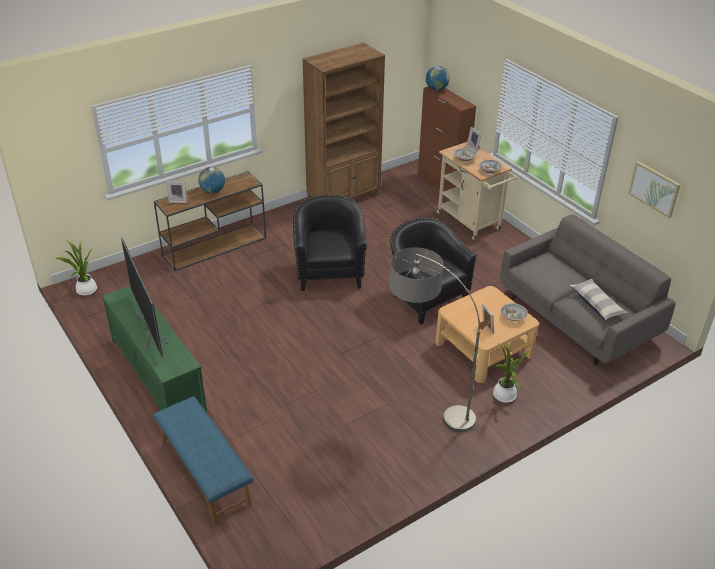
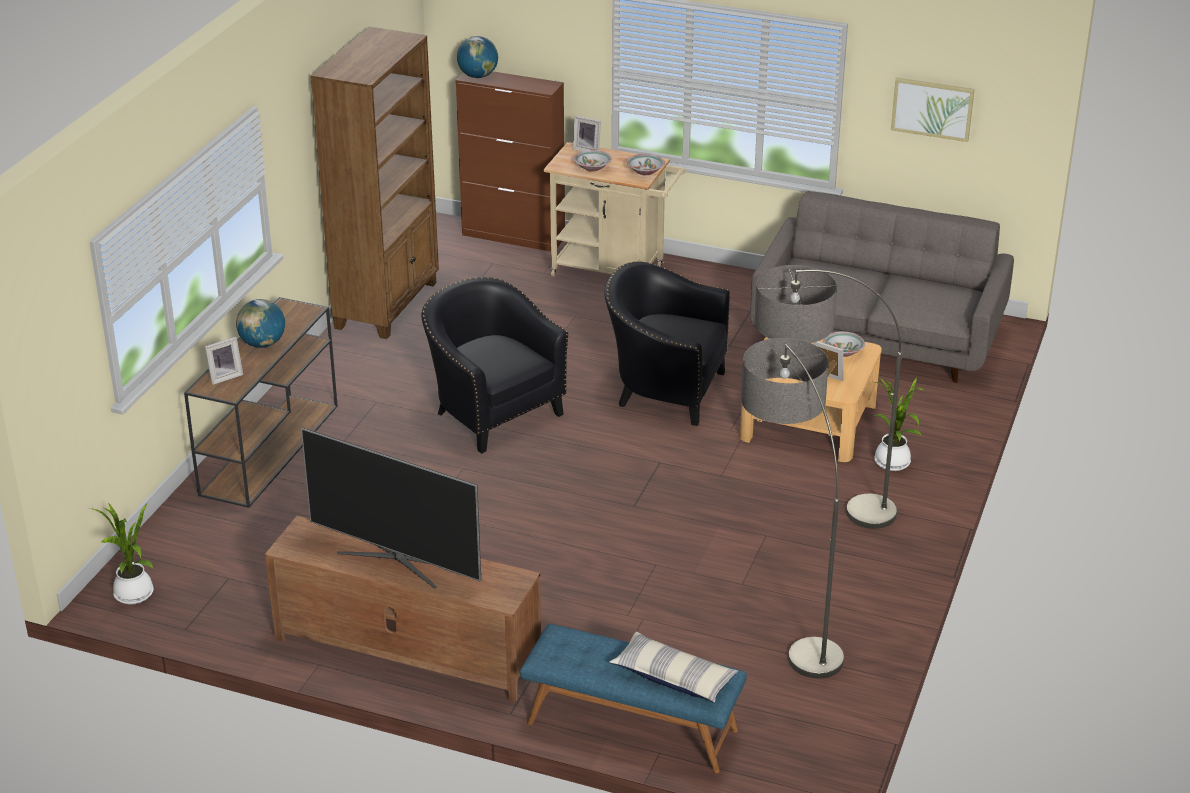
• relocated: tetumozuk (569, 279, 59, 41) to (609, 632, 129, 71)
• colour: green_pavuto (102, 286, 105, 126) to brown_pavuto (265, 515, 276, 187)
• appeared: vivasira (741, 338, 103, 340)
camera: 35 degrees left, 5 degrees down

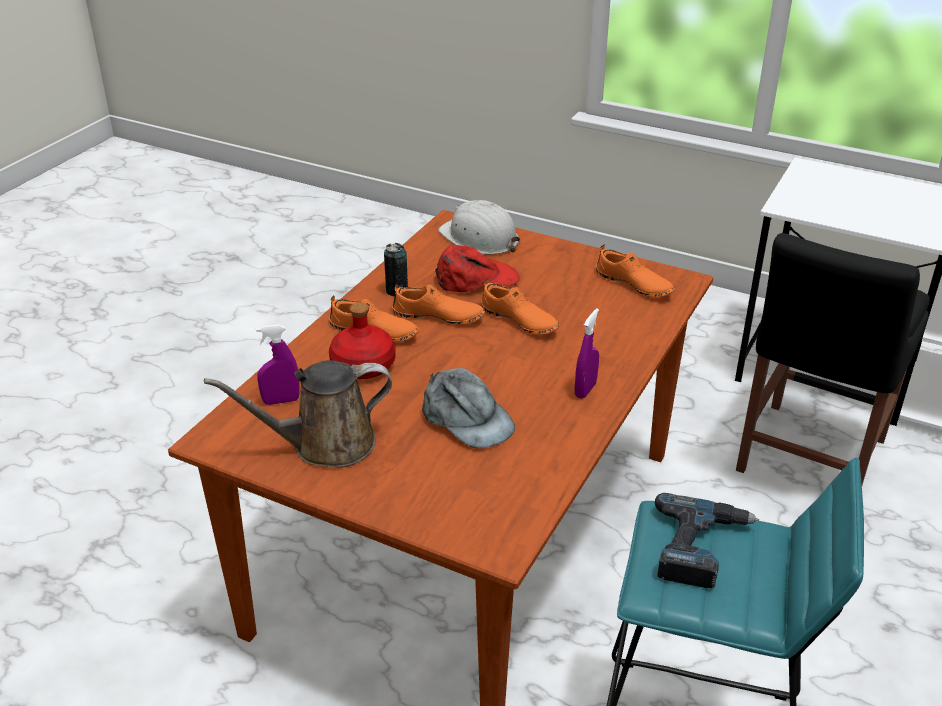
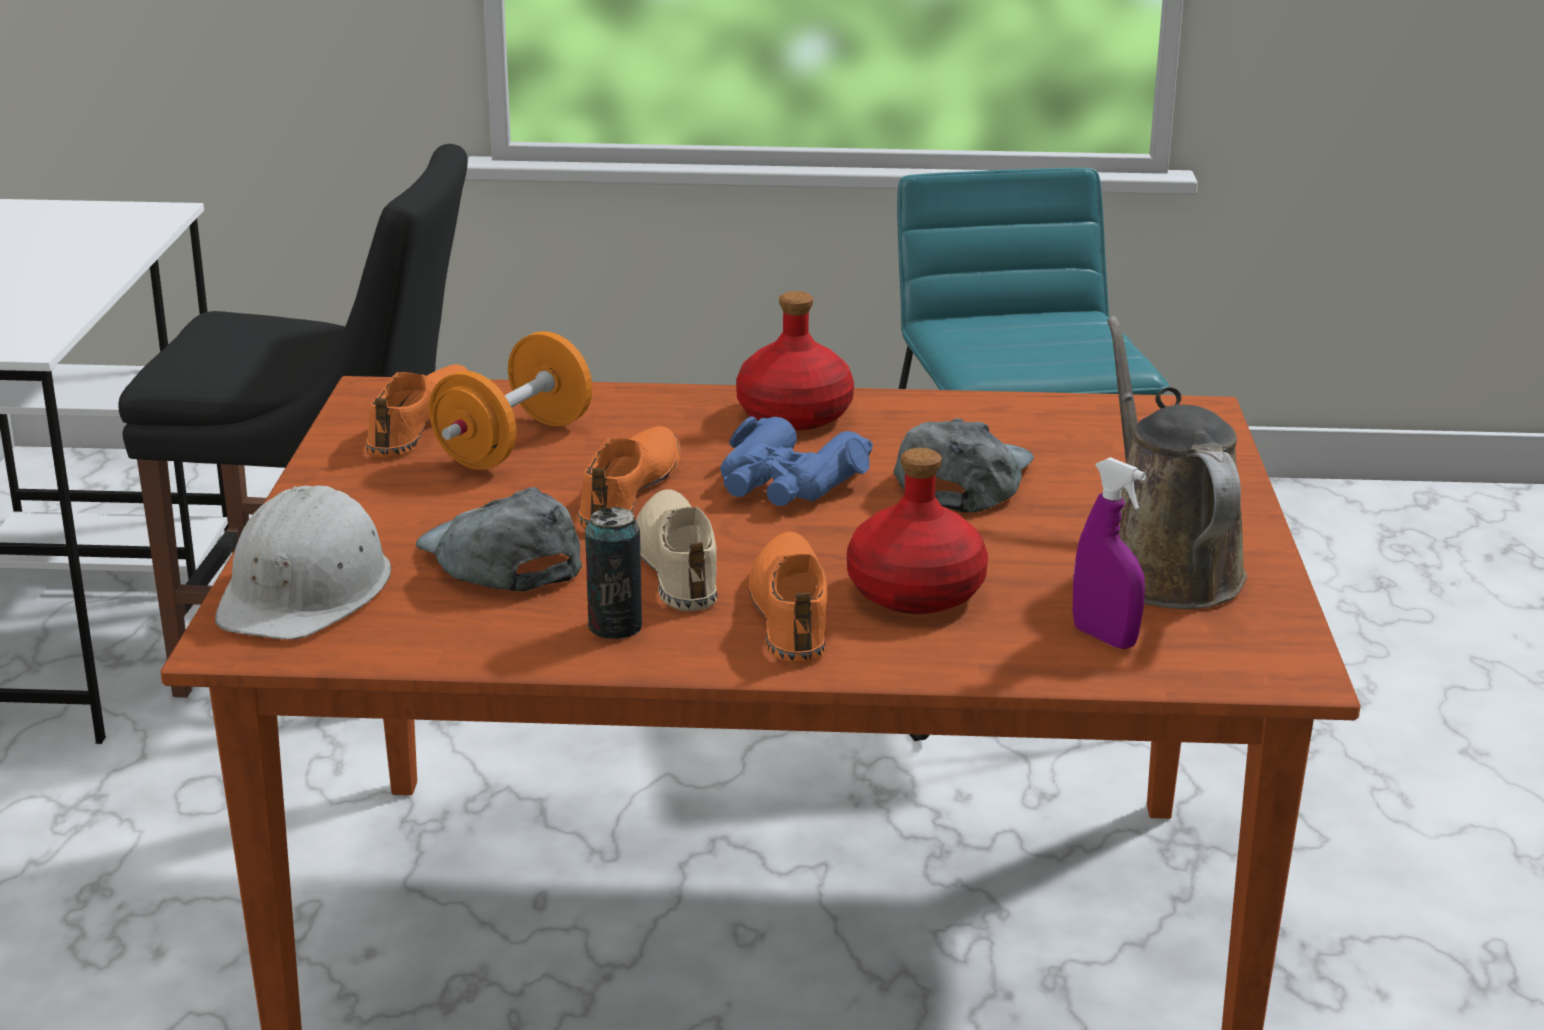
• colour: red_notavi (435, 245, 85, 47) to grey_notavi (416, 487, 166, 104)
• colour: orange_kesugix (392, 284, 93, 41) to beige_kesugix (636, 489, 81, 122)
• exchanged: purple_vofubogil (575, 308, 24, 91) to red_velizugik (736, 291, 118, 139)
• spun: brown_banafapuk (204, 360, 188, 108) = (1107, 316, 140, 293) 150 degrees counterclockwise
• missing: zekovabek (655, 493, 104, 95)
• appeared: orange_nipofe (429, 331, 164, 139)
• appeared: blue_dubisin (720, 416, 153, 90)
camera: 115 degrees left, 10 degrees down

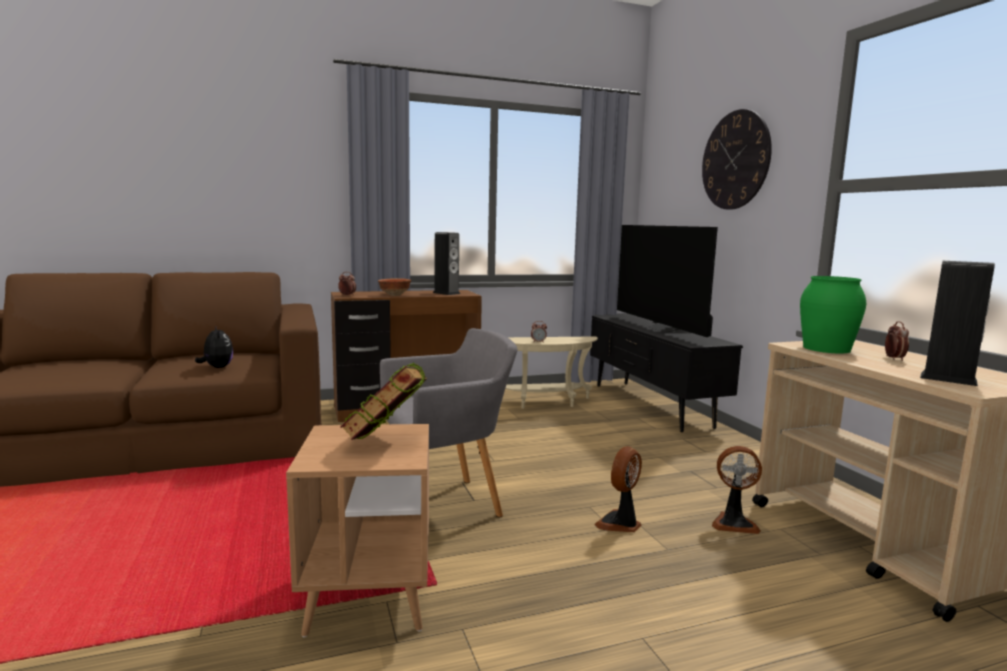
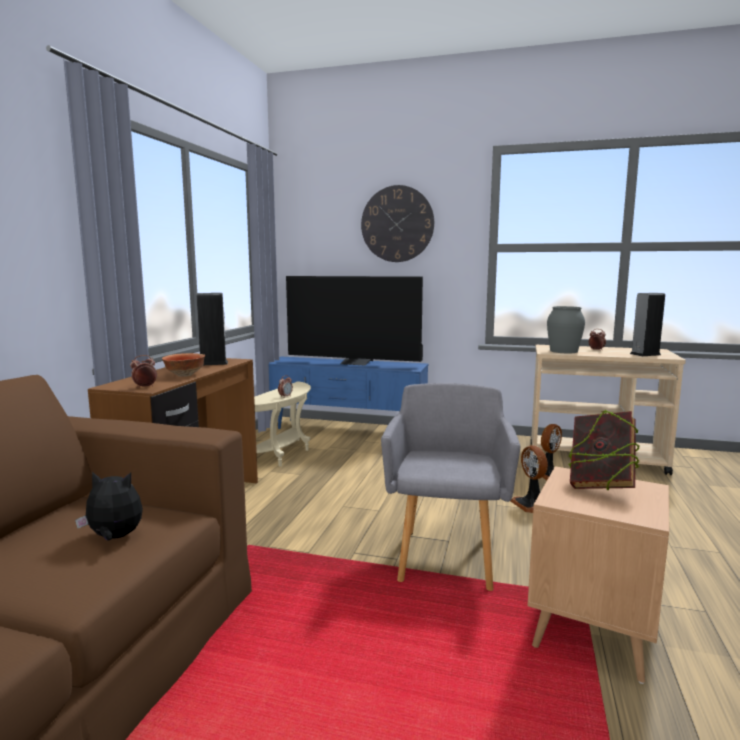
• colour: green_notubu (800, 276, 66, 78) to grey_notubu (547, 306, 38, 47)
• colour: black_pavuto (590, 313, 153, 119) to blue_pavuto (268, 357, 161, 72)
camera: 55 degrees left, 0 degrees up

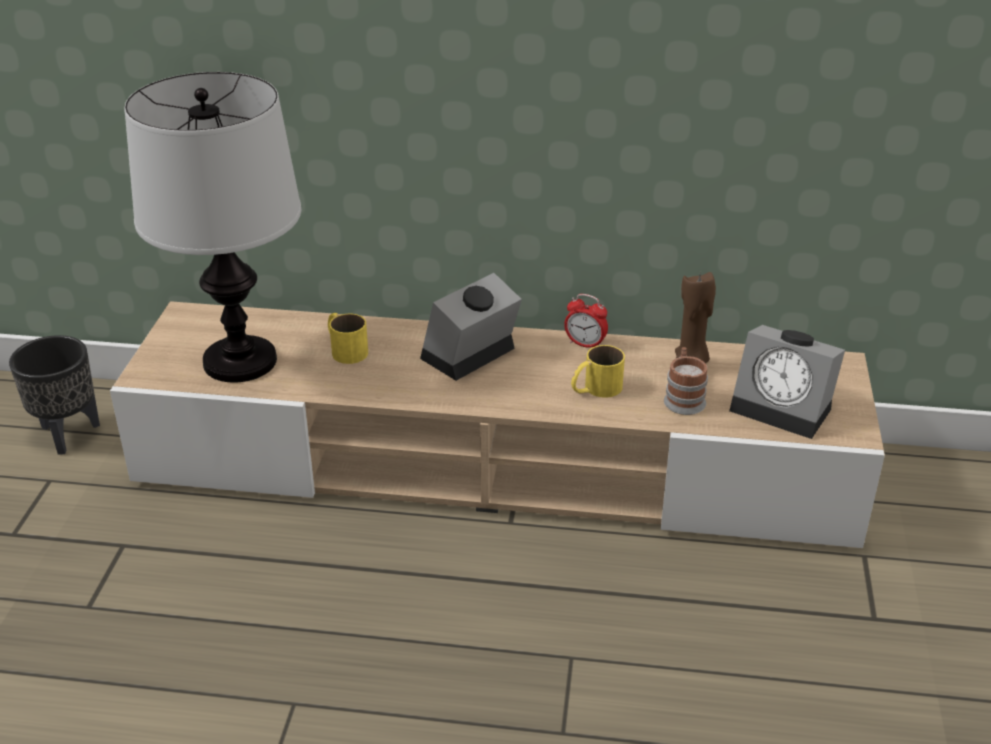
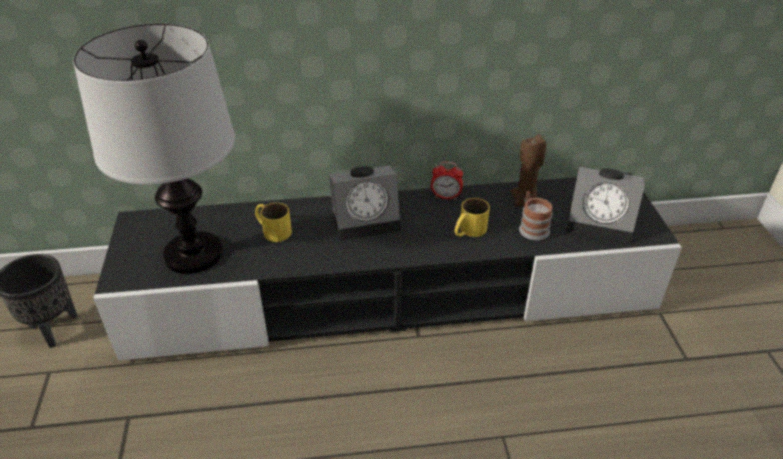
• spun: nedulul (420, 273, 102, 108) = (329, 166, 72, 75) 135 degrees counterclockwise
• colour: beige_pavuto (110, 301, 775, 247) to black_pavuto (93, 173, 589, 188)
camera: 15 degrees left, 5 degrees up

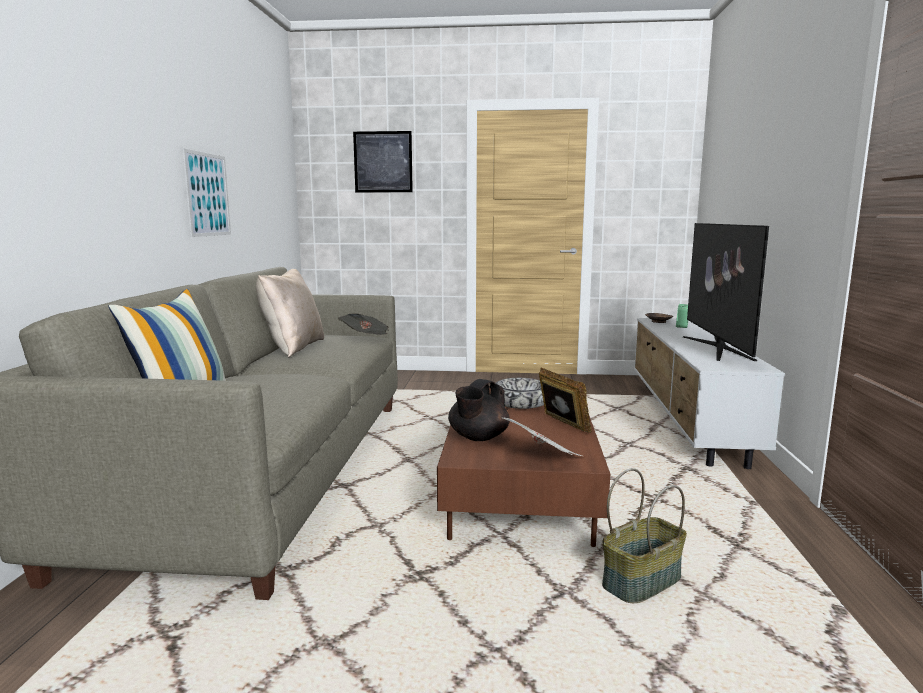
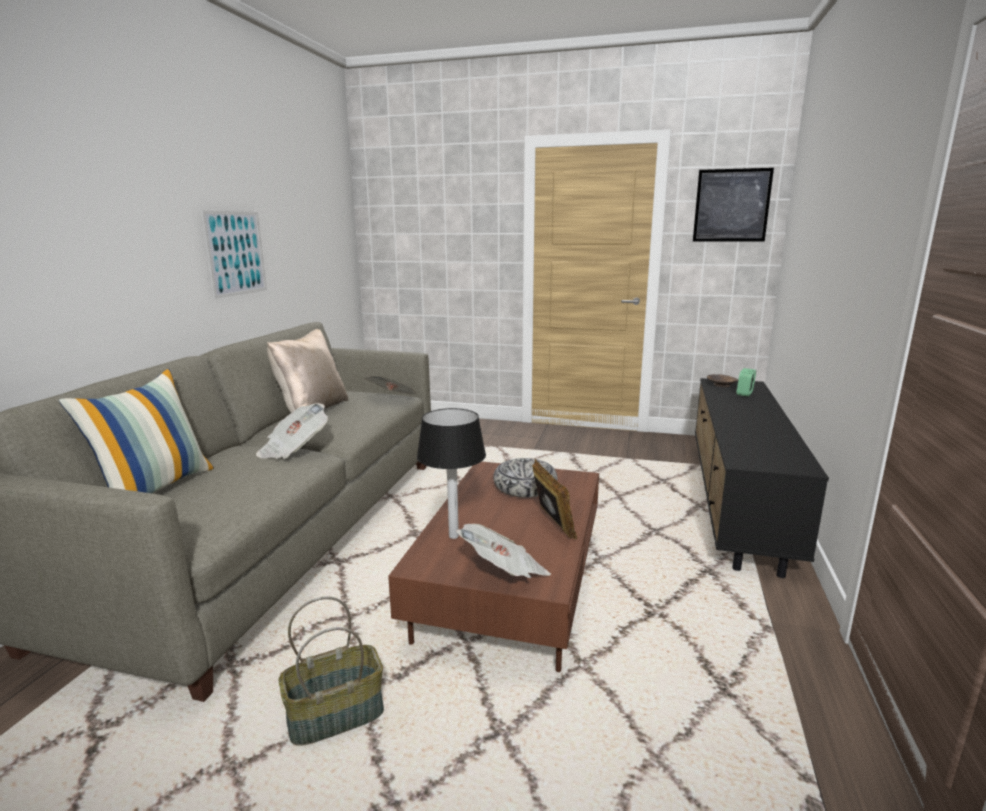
• relocated: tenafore (353, 131, 60, 61) to (693, 168, 81, 73)
• missing: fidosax (683, 223, 86, 138)
• colour: white_pavuto (634, 318, 151, 151) to black_pavuto (695, 378, 134, 200)
• exchanged: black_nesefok (448, 379, 62, 62) to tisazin (417, 408, 69, 131)
• relocated: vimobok (602, 468, 85, 135) to (278, 596, 106, 150)
• appeared: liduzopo (256, 403, 72, 56)
camera: 10 degrees right, 5 degrees up

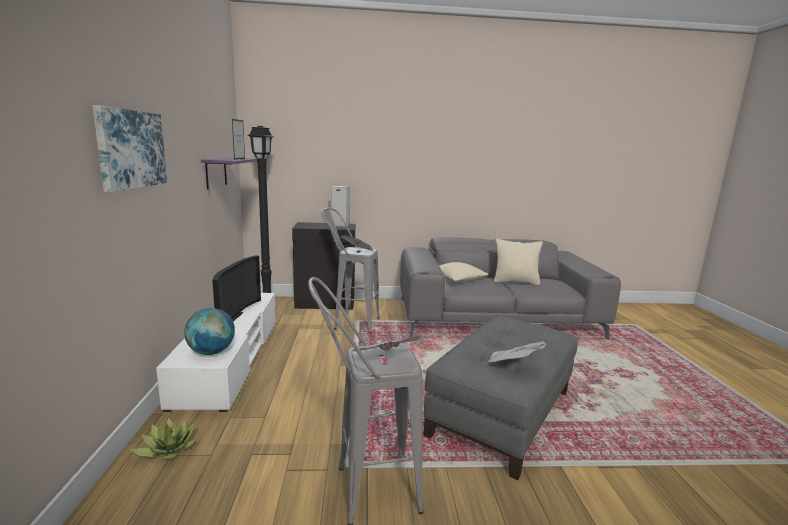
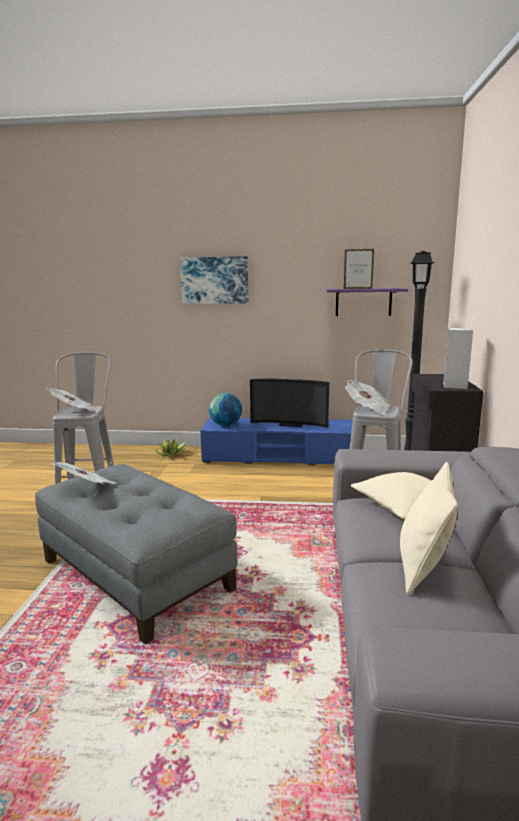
• colour: white_pavuto (156, 293, 120, 119) to blue_pavuto (200, 418, 153, 47)
camera: 100 degrees right, 0 degrees up

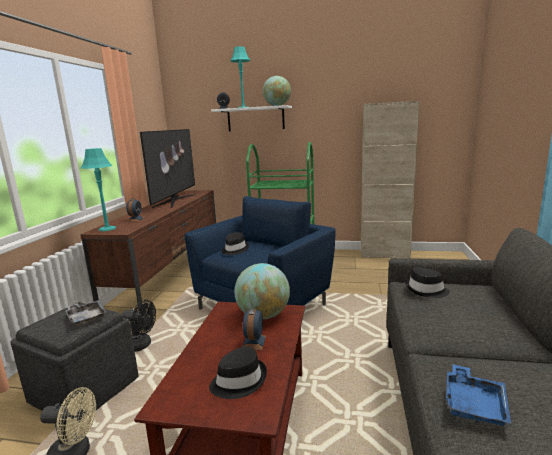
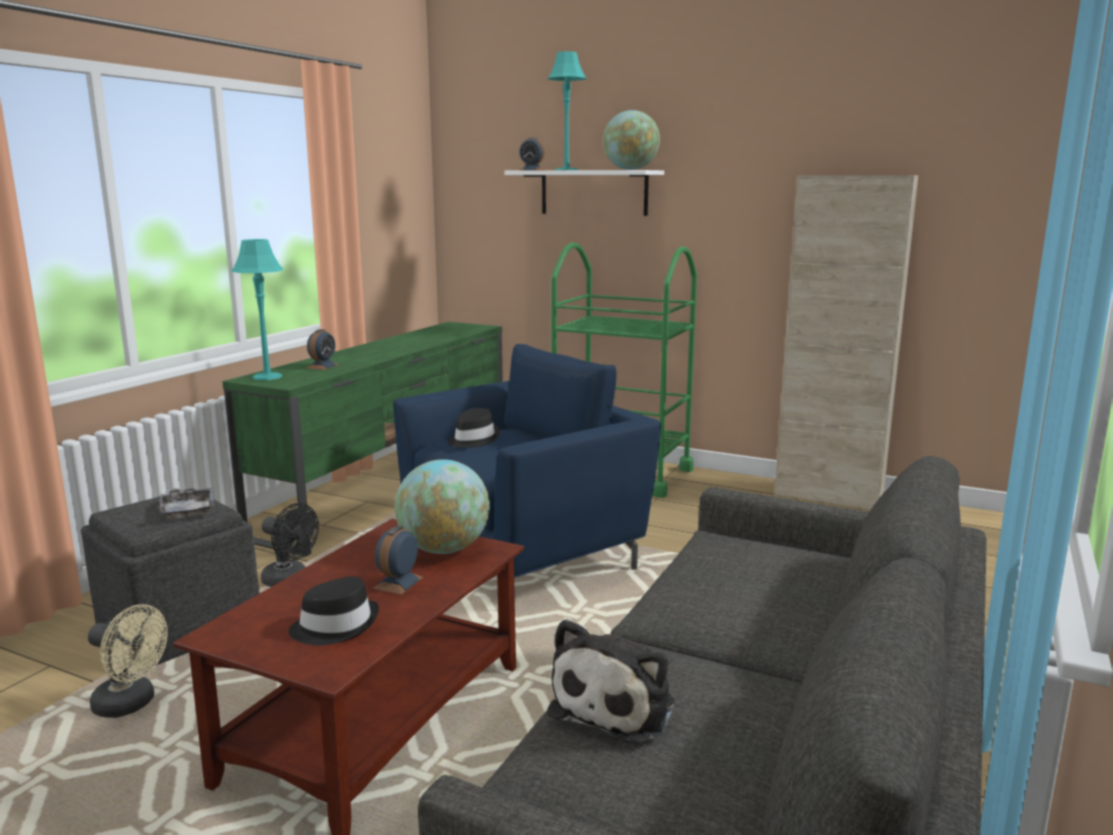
• missing: fidosax (140, 129, 56, 79)
• colour: brown_pavuto (80, 190, 136, 139) to green_pavuto (222, 322, 281, 235)
• missing: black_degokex (405, 267, 45, 31)
• exchanged: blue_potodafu (446, 364, 65, 62) to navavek (547, 619, 128, 125)
camera: 15 degrees right, 0 degrees up

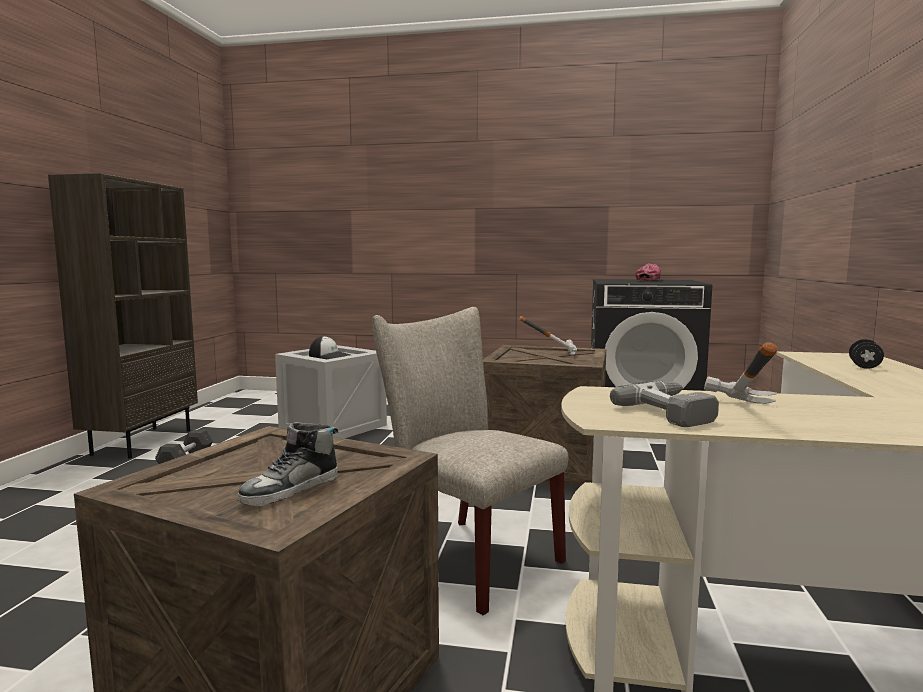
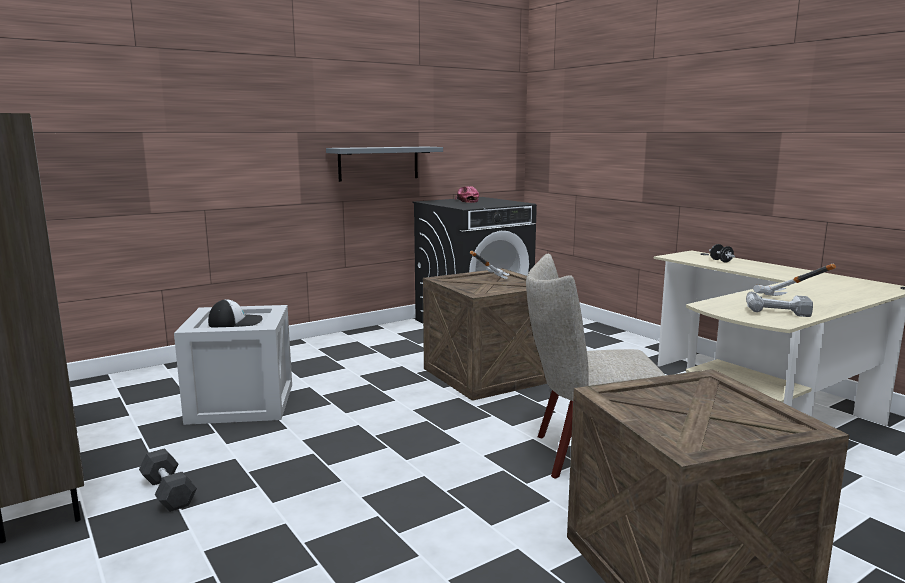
• missing: kesugix (238, 422, 100, 84)
• appeared: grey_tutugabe (326, 147, 117, 35)
camera: 45 degrees left, 5 degrees up

